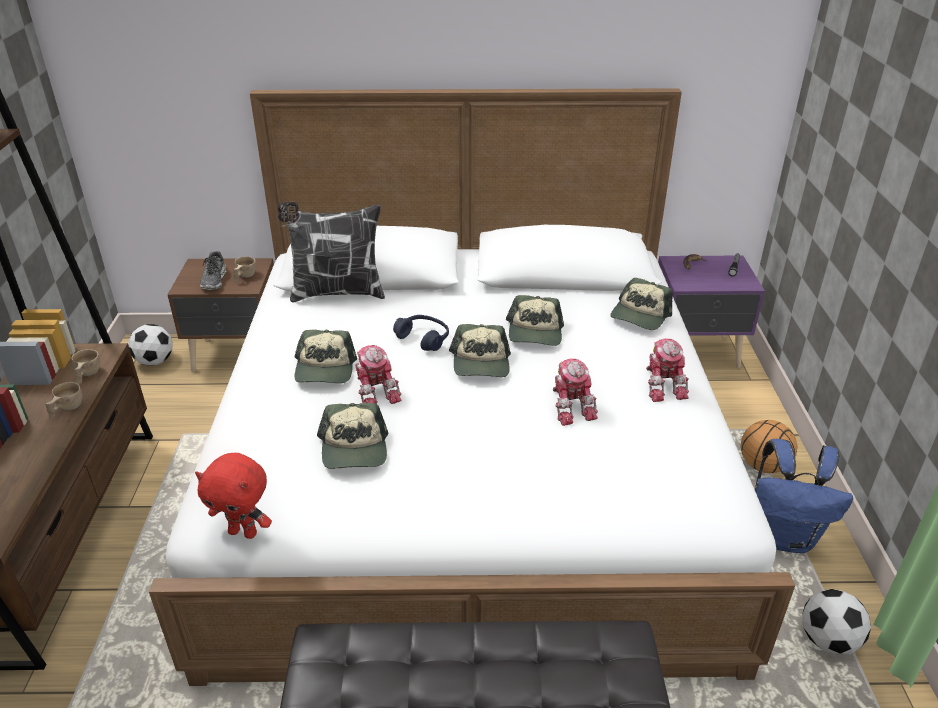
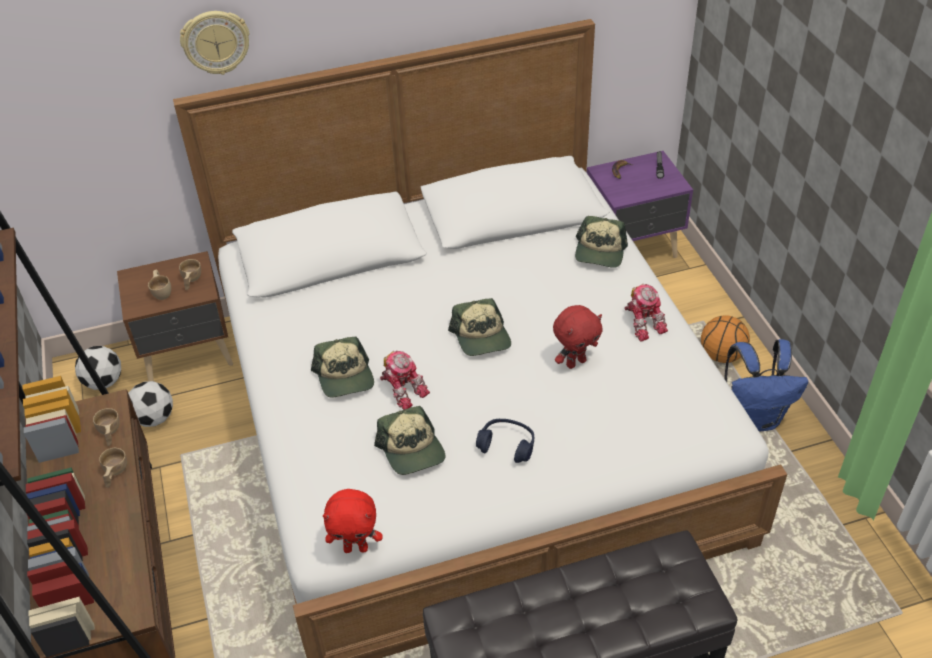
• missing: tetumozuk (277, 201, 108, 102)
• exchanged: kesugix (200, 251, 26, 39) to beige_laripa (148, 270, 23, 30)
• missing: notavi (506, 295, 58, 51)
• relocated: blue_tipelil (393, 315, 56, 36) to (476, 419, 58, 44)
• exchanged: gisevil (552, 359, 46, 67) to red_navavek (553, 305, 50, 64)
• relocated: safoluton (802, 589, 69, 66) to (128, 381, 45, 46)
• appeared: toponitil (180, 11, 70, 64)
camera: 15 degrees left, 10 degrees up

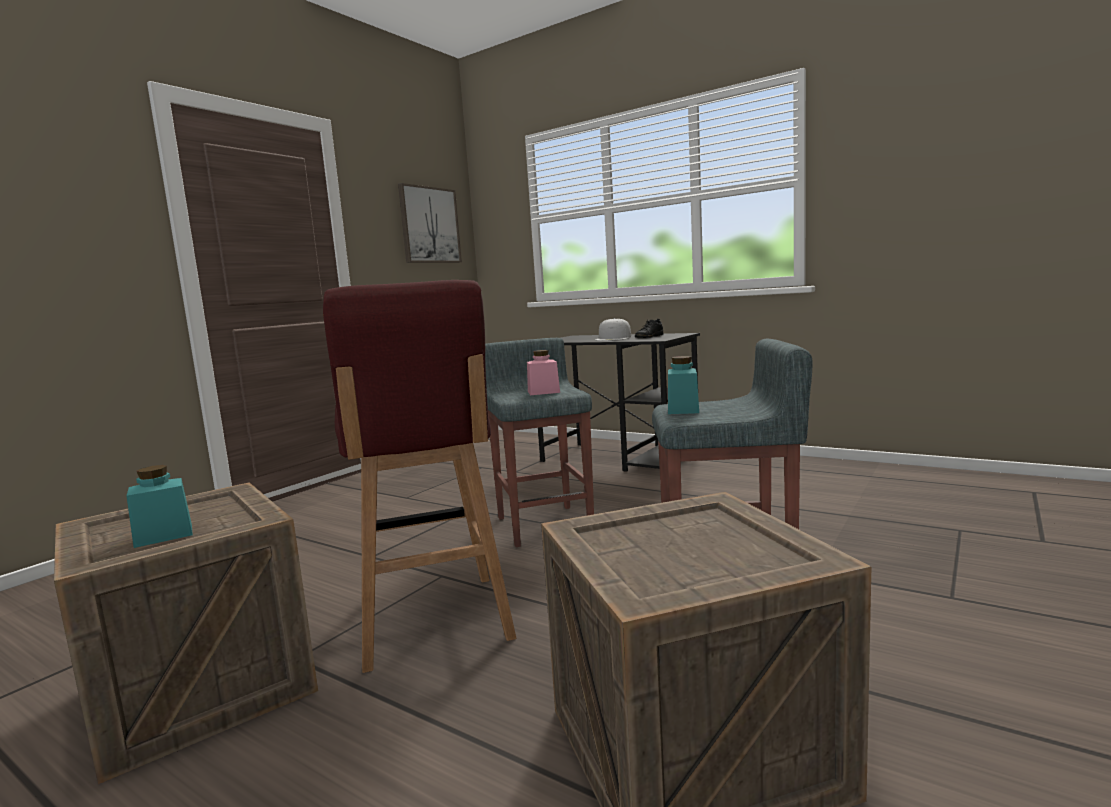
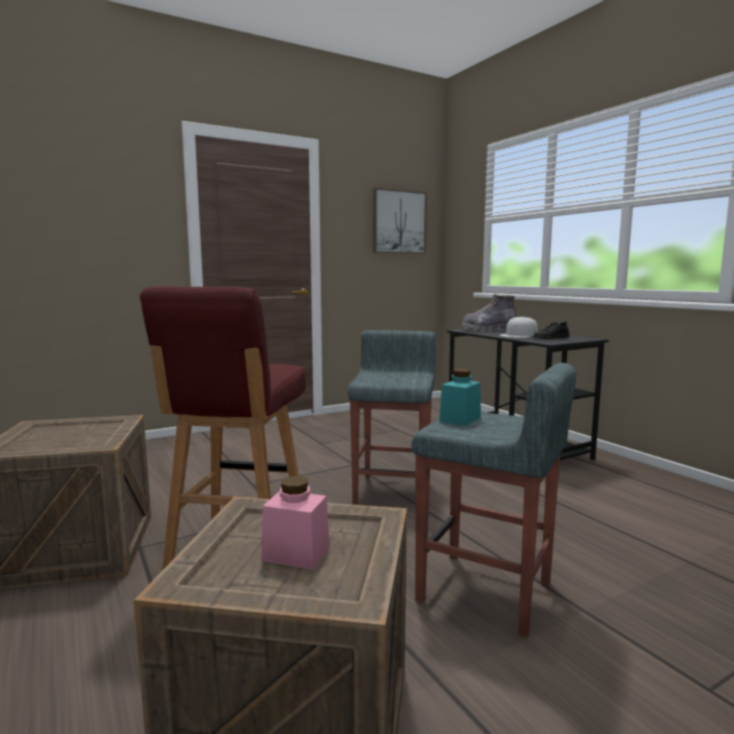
• relocated: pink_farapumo (527, 350, 33, 45) to (262, 476, 68, 94)
• missing: turquoise_farapumo (127, 465, 66, 83)
• appeared: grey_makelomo (462, 294, 54, 38)
camera: 25 degrees right, 0 degrees up

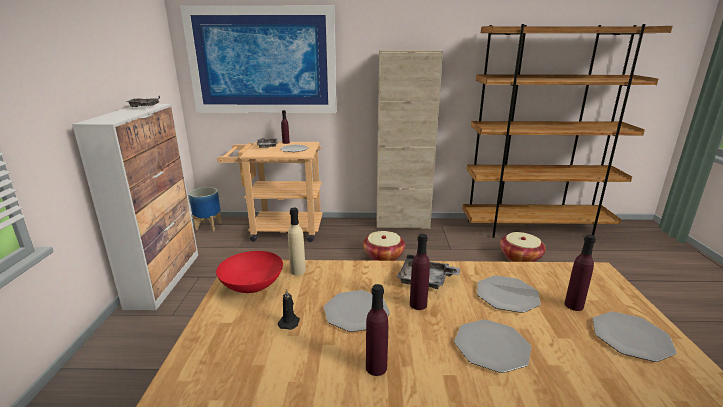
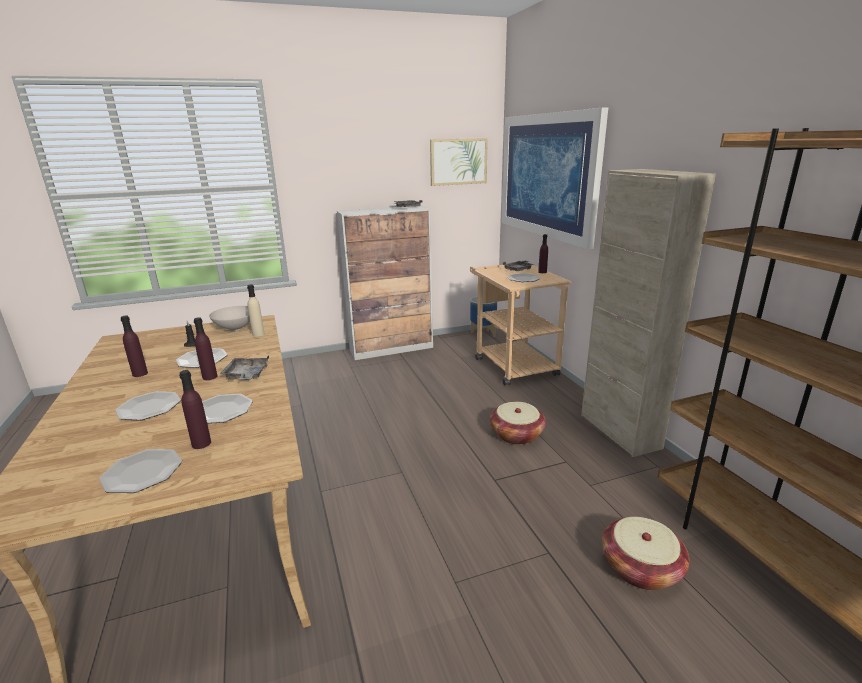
• colour: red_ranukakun (216, 251, 67, 42) to white_ranukakun (209, 306, 41, 24)
• appeared: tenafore (430, 138, 58, 48)
camera: 70 degrees right, 0 degrees up

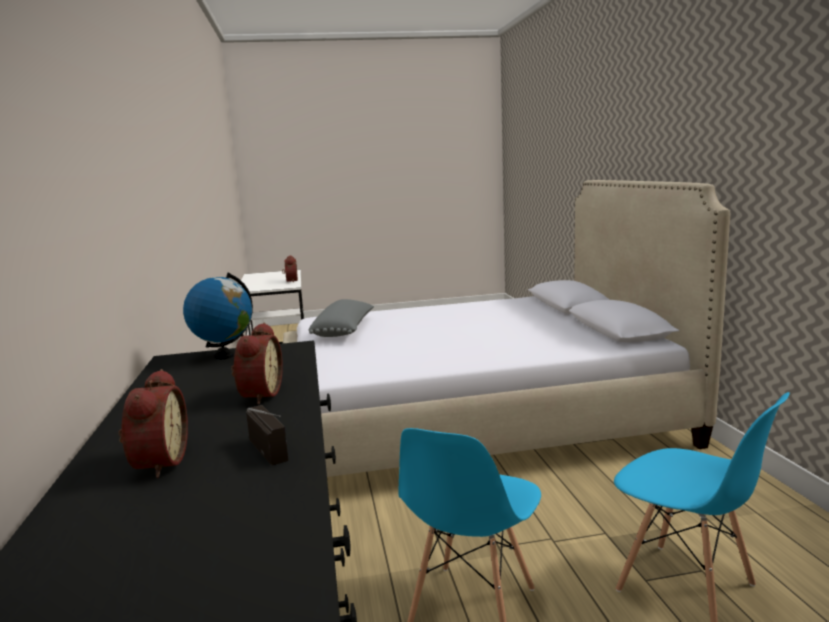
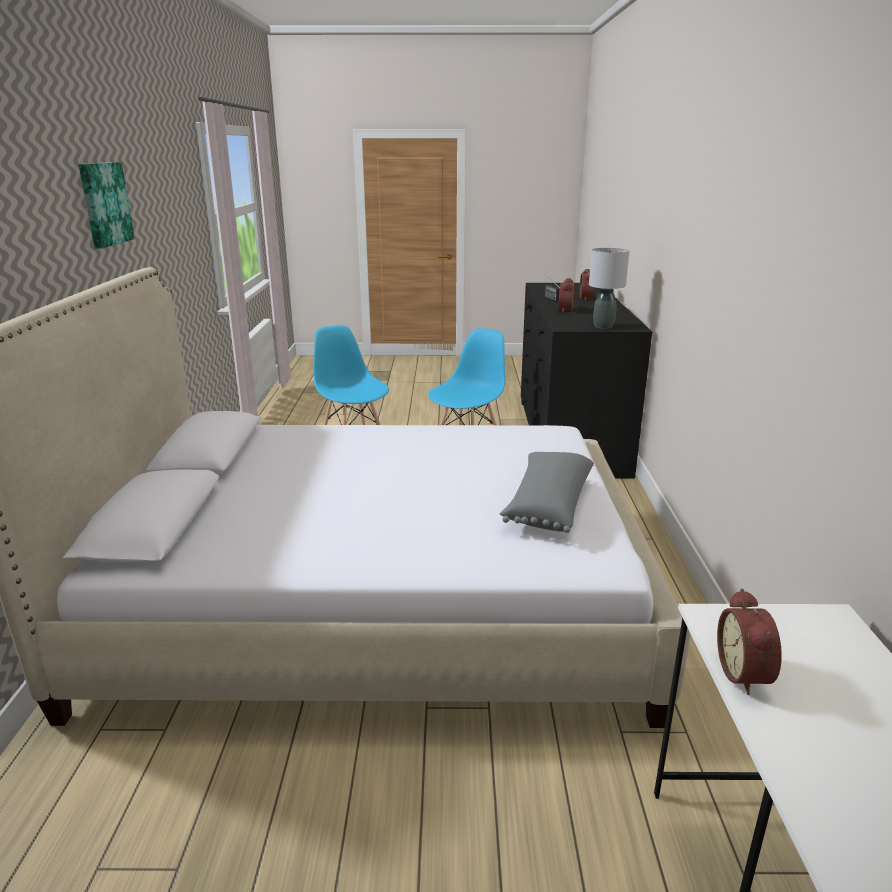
• exchanged: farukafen (183, 272, 70, 87) to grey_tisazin (589, 248, 40, 81)
• appeared: tenafore (78, 162, 57, 87)
camera: 170 degrees left, 10 degrees up

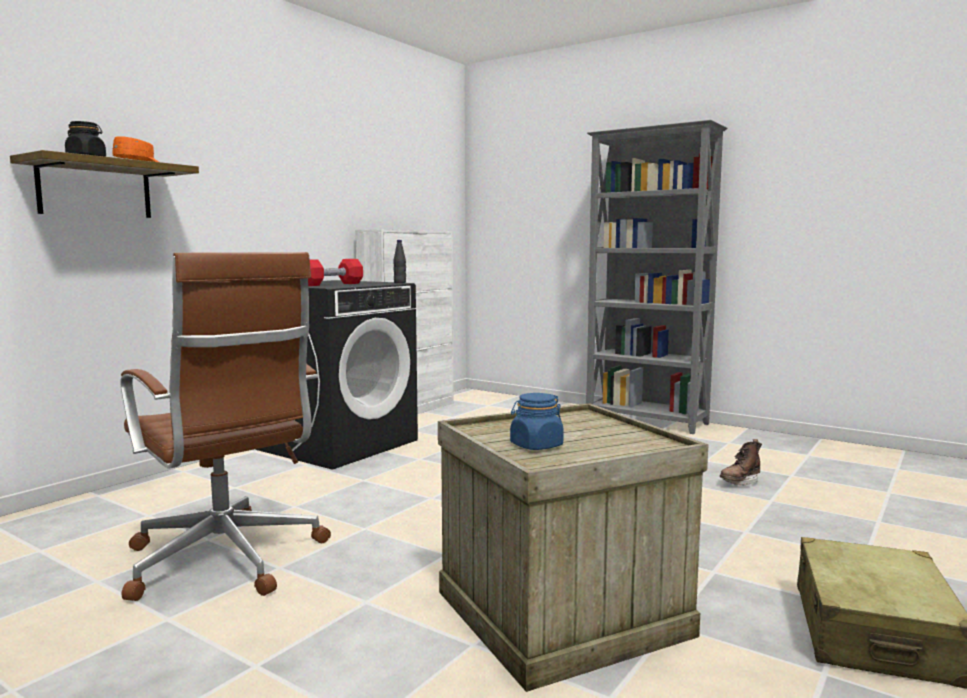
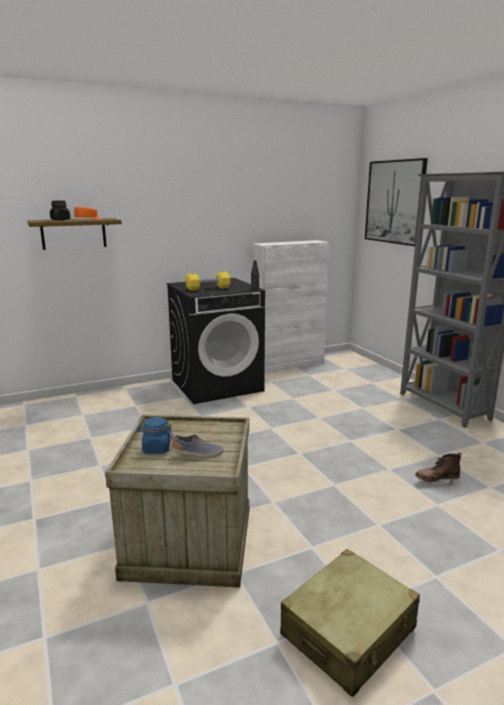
• missing: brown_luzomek (120, 252, 211, 349)
• colour: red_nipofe (308, 259, 55, 27) to yellow_nipofe (186, 271, 45, 20)
• appeared: tenafore (365, 158, 63, 88)
• appeared: kesugix (171, 434, 52, 24)
camera: 30 degrees right, 10 degrees up

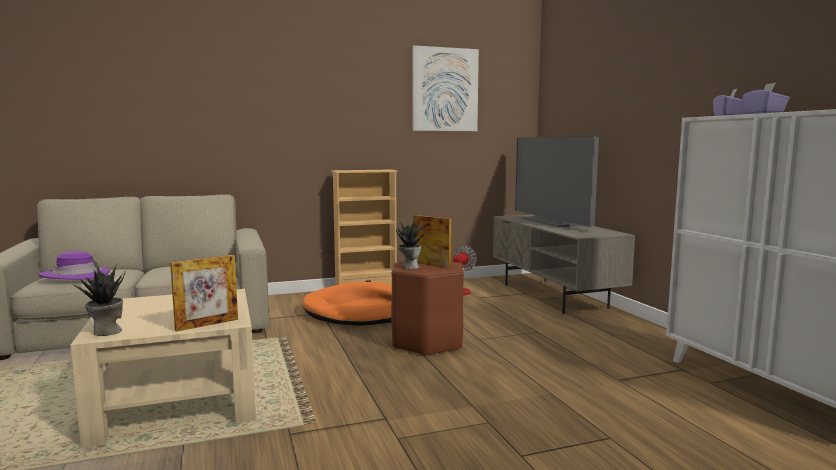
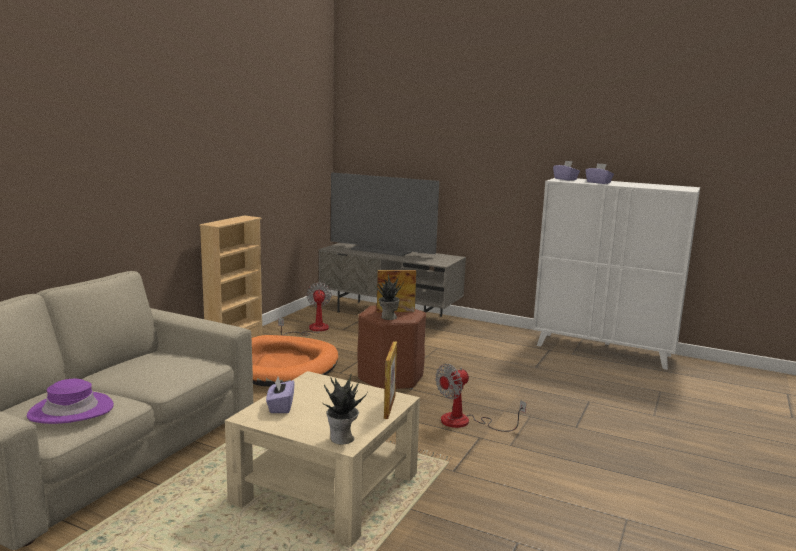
• missing: tenafore (413, 45, 66, 86)
• appeared: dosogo (435, 364, 91, 68)
• appeared: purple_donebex (266, 377, 29, 36)
camera: 45 degrees left, 5 degrees up

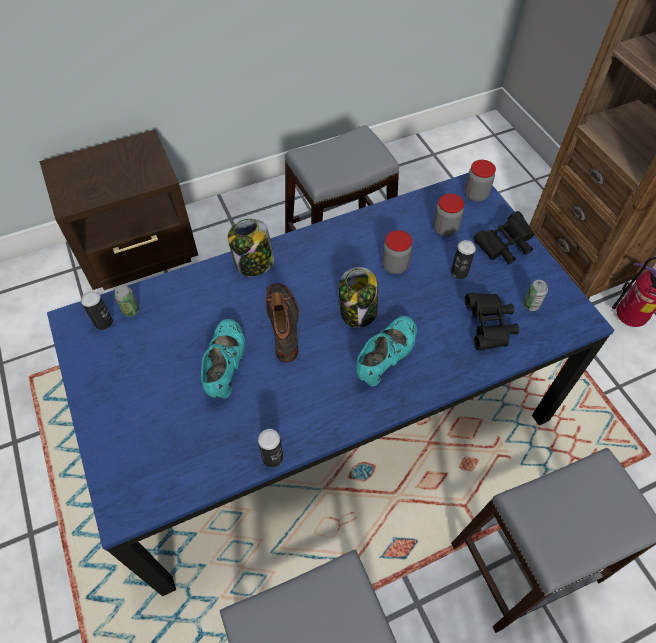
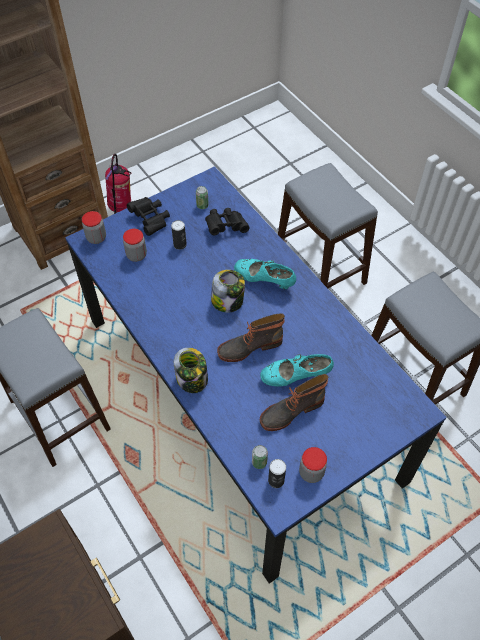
• relocated: farapumo (382, 230, 30, 44) to (299, 447, 28, 36)
• missing: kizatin (258, 429, 25, 39)
• appeared: makelomo (260, 374, 69, 57)
camera: 100 degrees left, 0 degrees up

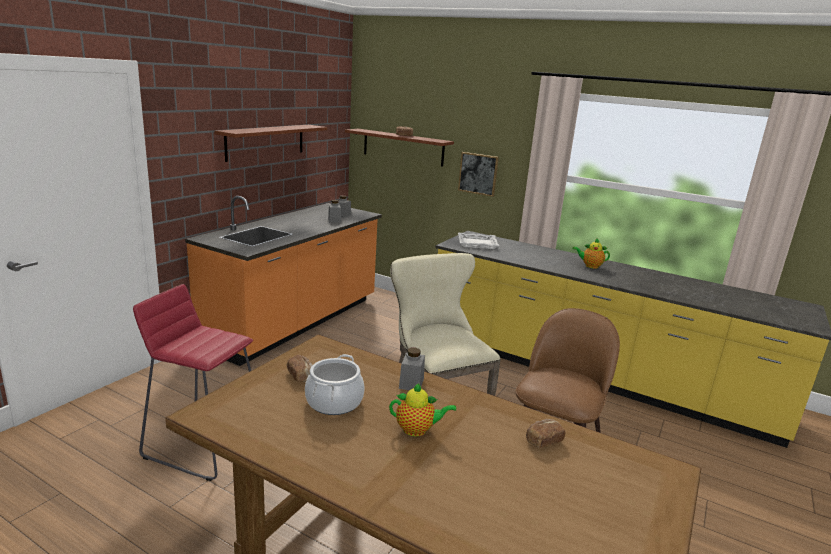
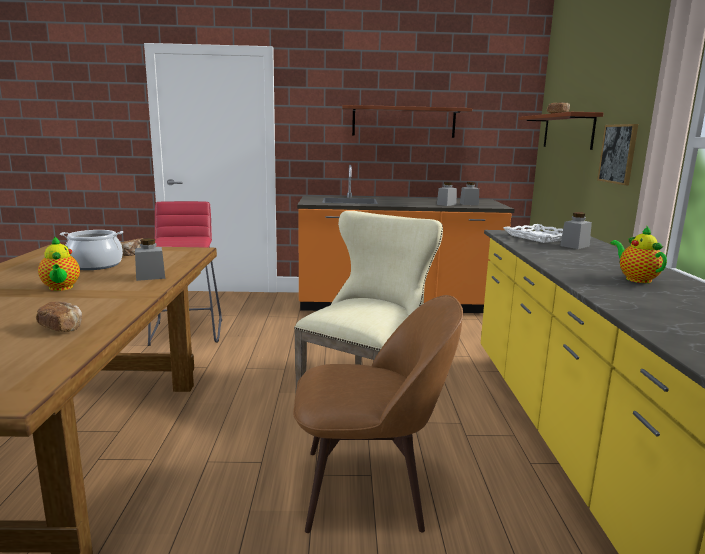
• appeared: grey_farapumo (560, 212, 32, 37)
camera: 60 degrees right, 5 degrees down

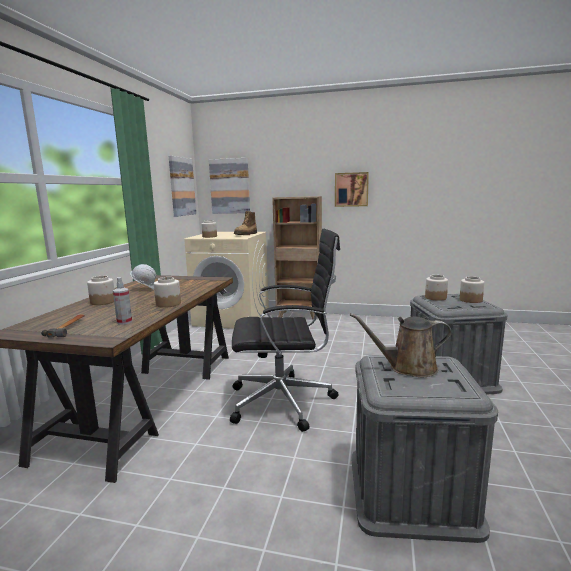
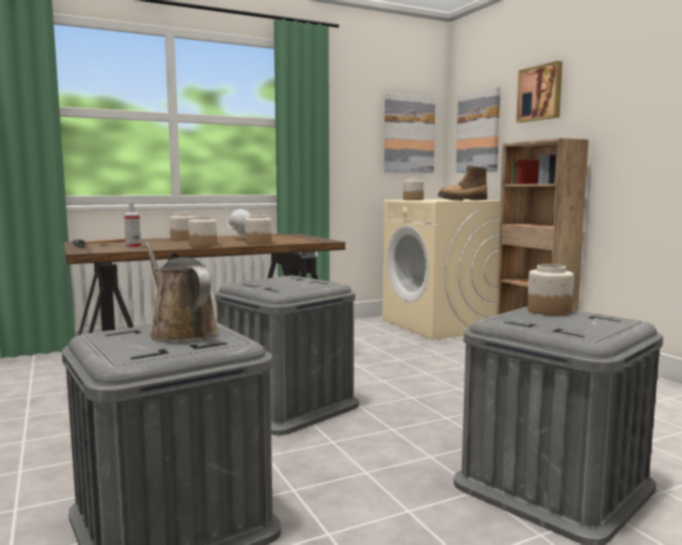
• relocated: tenafore (335, 172, 34, 35) to (516, 61, 47, 62)
• exchanged: black_luzomek (230, 229, 110, 203) to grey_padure (215, 275, 144, 160)
• relocated: farapumo (460, 276, 24, 27) to (245, 214, 27, 31)
camera: 50 degrees right, 5 degrees down

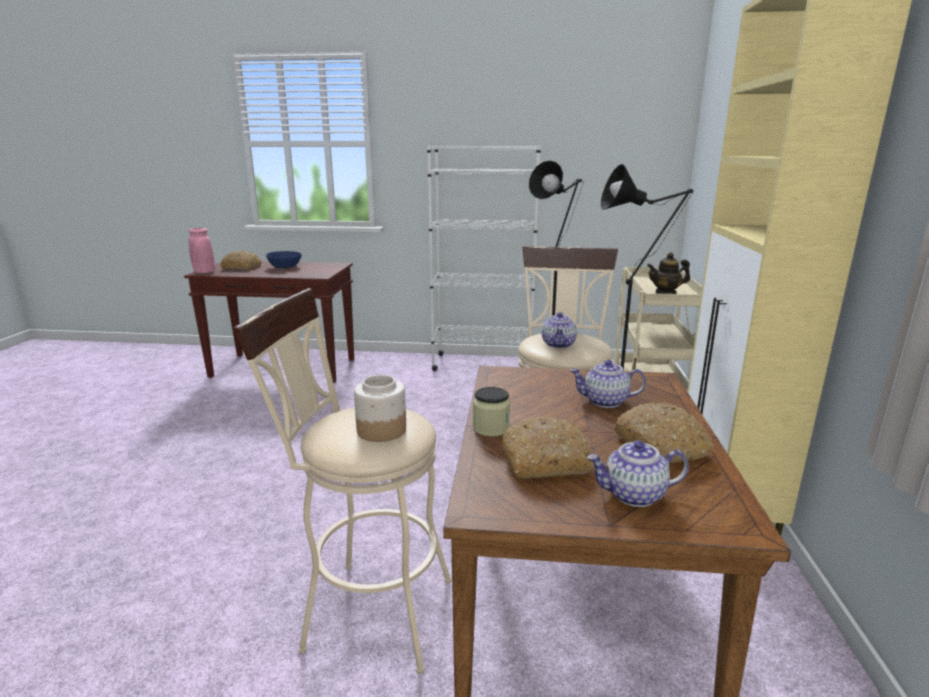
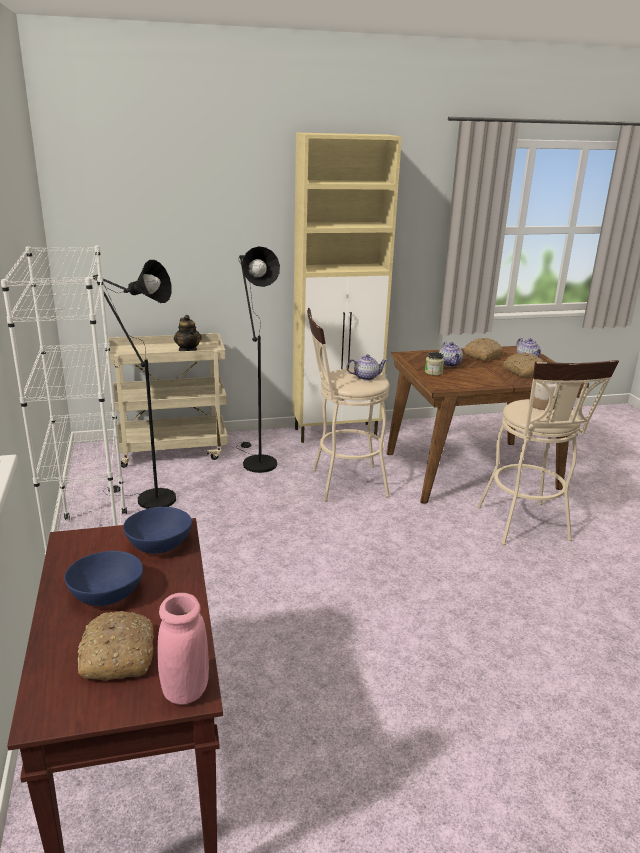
• relocated: farapumo (473, 387, 37, 50) to (425, 352, 19, 23)
• appeared: blue_ranukakun (123, 507, 69, 47)
camera: 110 degrees left, 5 degrees up

